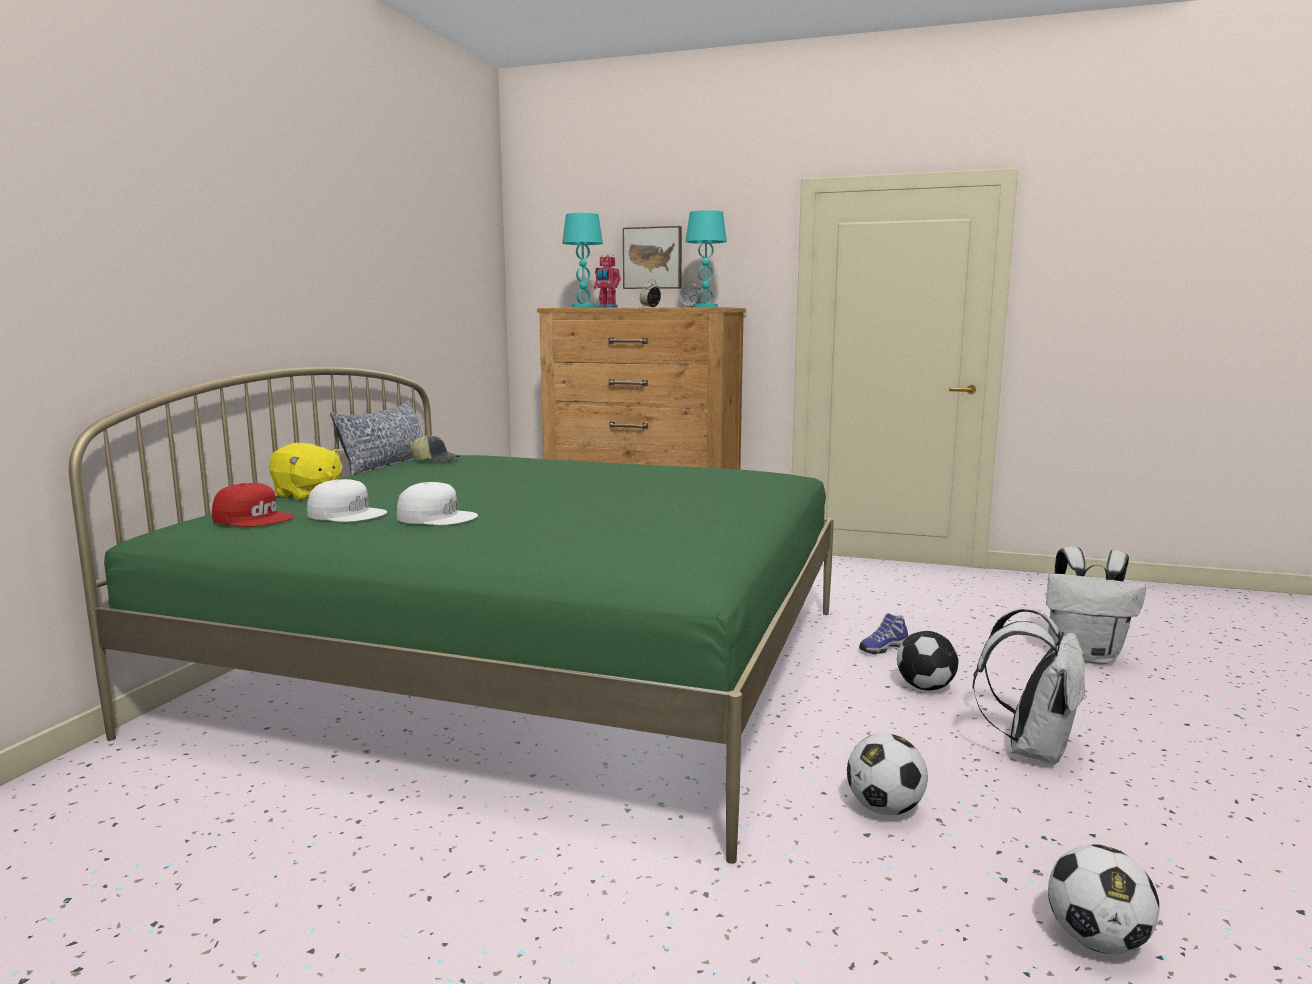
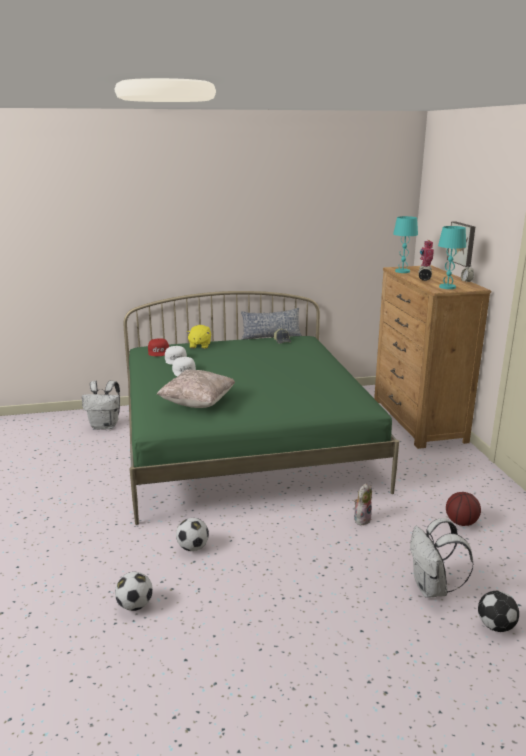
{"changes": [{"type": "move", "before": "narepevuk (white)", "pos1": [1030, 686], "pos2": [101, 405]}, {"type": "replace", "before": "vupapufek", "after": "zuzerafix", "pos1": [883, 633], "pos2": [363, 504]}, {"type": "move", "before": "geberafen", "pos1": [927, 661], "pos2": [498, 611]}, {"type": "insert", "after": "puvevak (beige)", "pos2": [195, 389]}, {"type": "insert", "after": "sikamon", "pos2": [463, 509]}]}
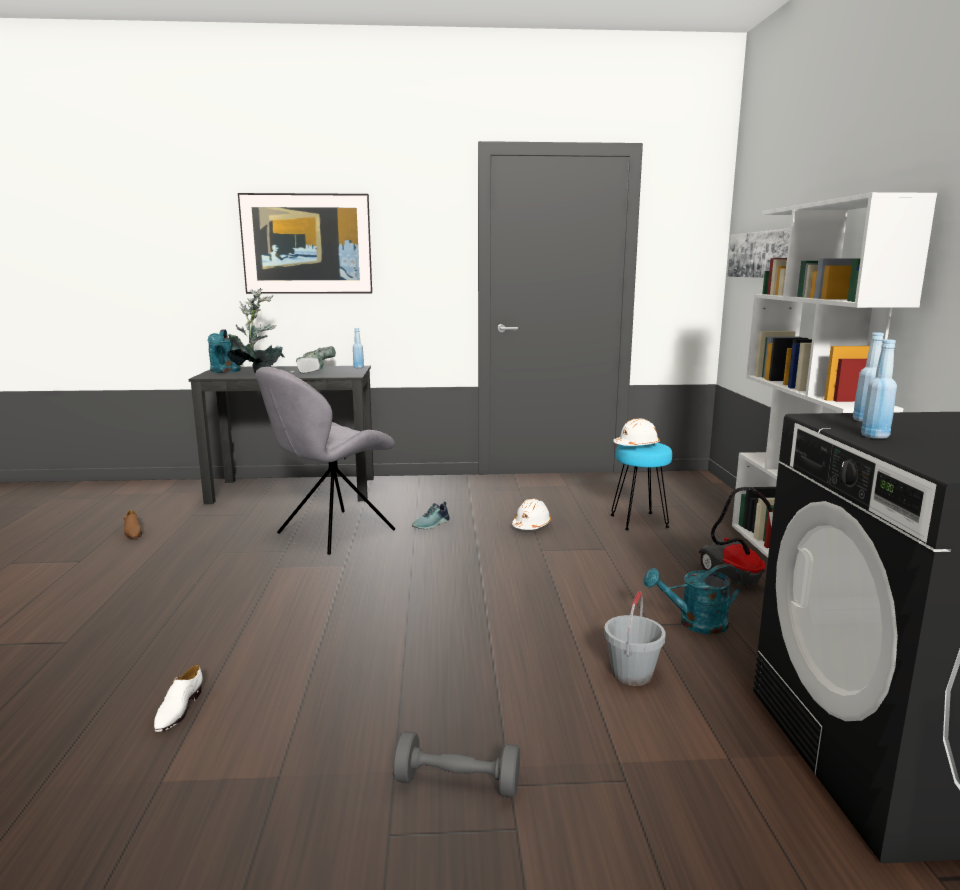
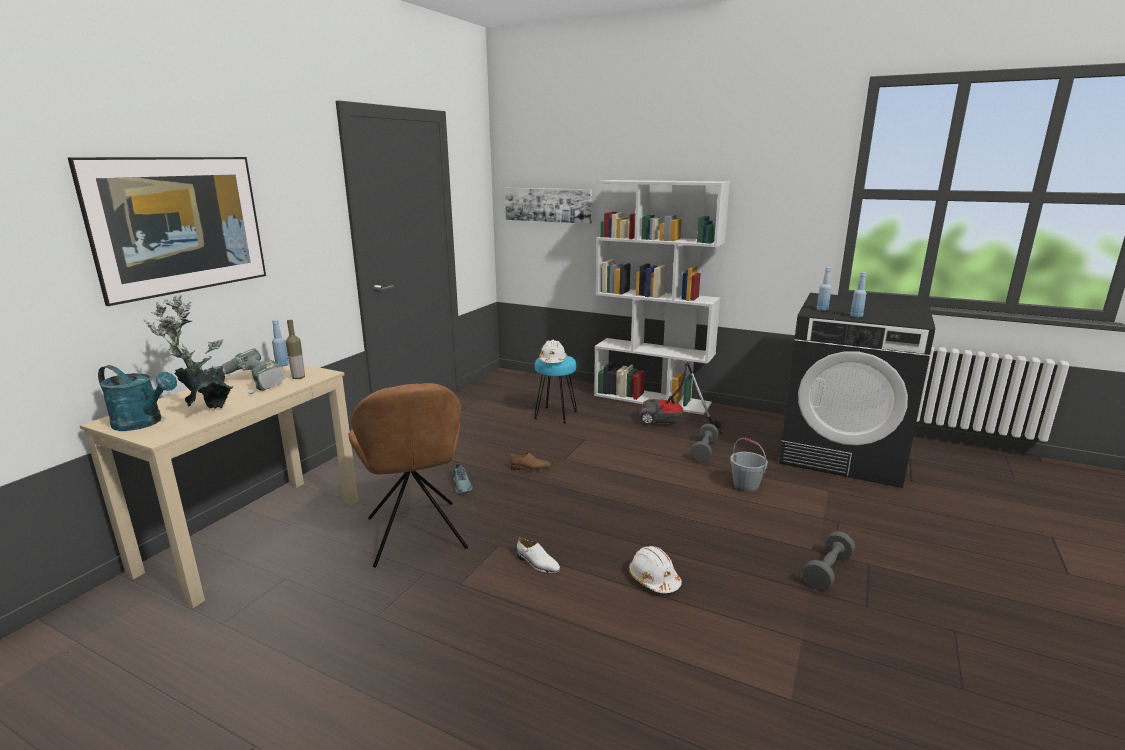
{"changes": [{"type": "recolor", "before": "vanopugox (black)", "after": "vanopugox (beige)", "pos1": [281, 435], "pos2": [219, 484]}, {"type": "recolor", "before": "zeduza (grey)", "after": "zeduza (brown)", "pos1": [325, 461], "pos2": [408, 475]}, {"type": "move", "before": "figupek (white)", "pos1": [531, 514], "pos2": [655, 569]}, {"type": "move", "before": "vupapufek (brown)", "pos1": [132, 524], "pos2": [530, 461]}, {"type": "replace", "before": "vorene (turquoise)", "after": "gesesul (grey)", "pos1": [693, 599], "pos2": [704, 443]}, {"type": "move", "before": "vupapufek (white)", "pos1": [178, 698], "pos2": [538, 555]}, {"type": "insert", "after": "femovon", "pos2": [295, 349]}]}
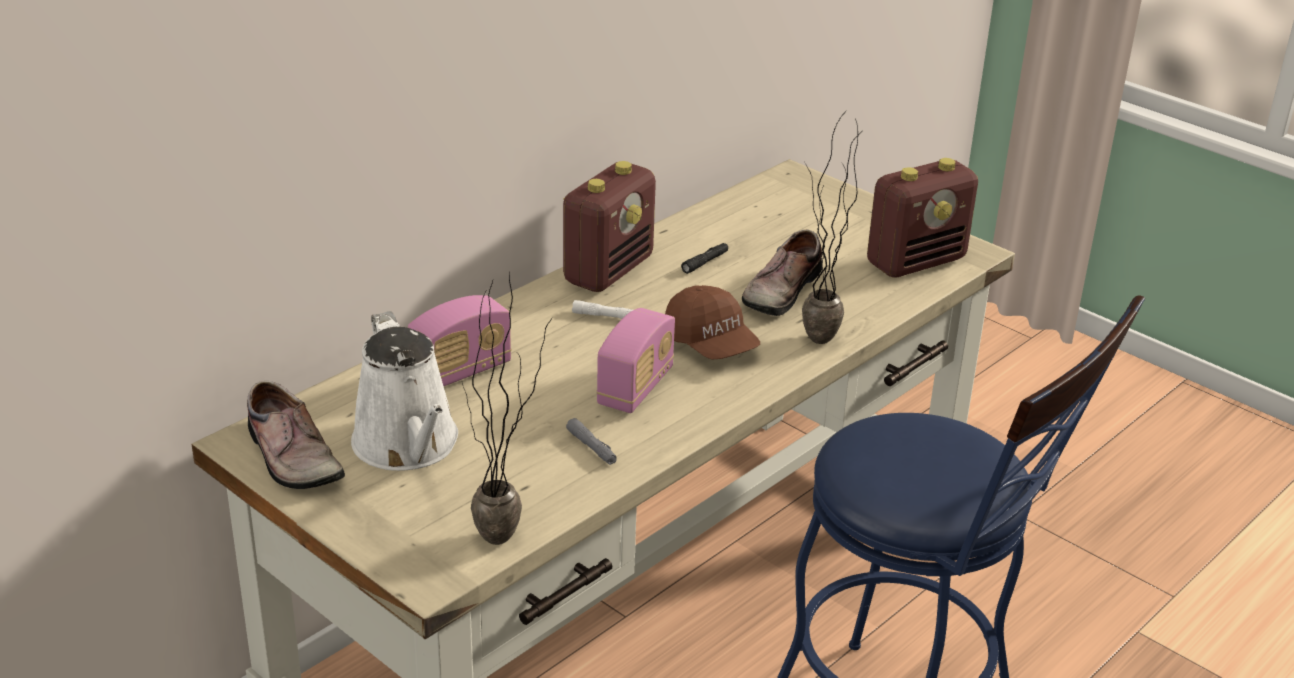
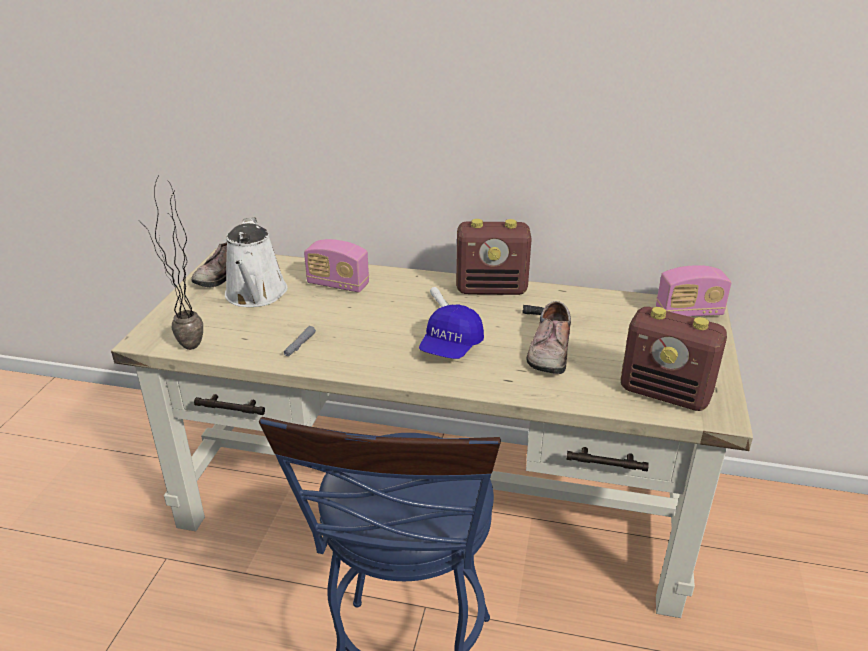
{"changes": [{"type": "delete", "before": "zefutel", "pos1": [831, 227]}, {"type": "rotate", "before": "vupapufek", "pos1": [782, 273], "pos2": [548, 337], "turn": -75}, {"type": "recolor", "before": "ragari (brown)", "after": "ragari (blue)", "pos1": [712, 322], "pos2": [451, 331]}, {"type": "move", "before": "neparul", "pos1": [635, 360], "pos2": [694, 291]}, {"type": "rotate", "before": "vorene (white)", "pos1": [404, 391], "pos2": [256, 262], "turn": -45}]}
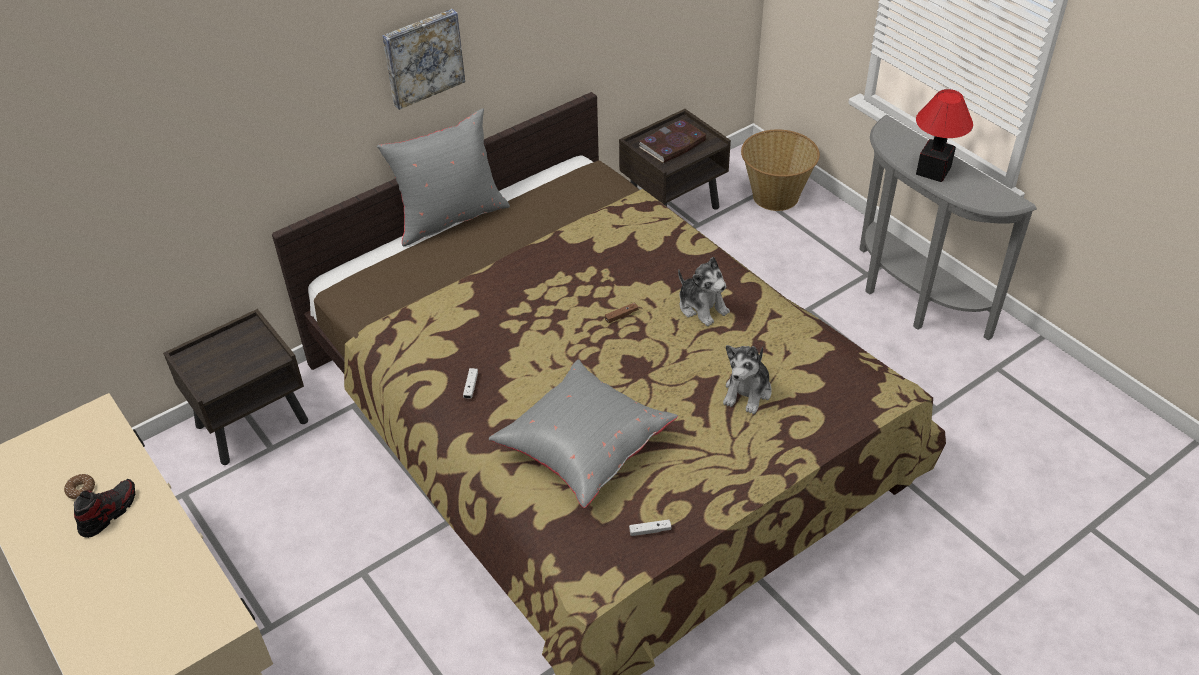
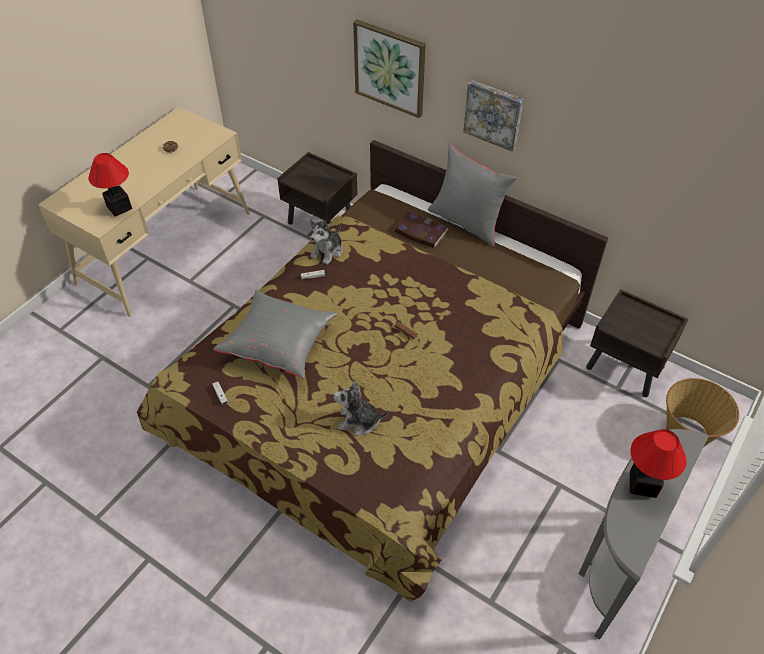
{"changes": [{"type": "move", "before": "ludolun", "pos1": [673, 141], "pos2": [421, 229]}, {"type": "move", "before": "zuzerafix", "pos1": [704, 291], "pos2": [326, 242]}, {"type": "delete", "before": "vupapufek", "pos1": [104, 508]}, {"type": "insert", "after": "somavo", "pos2": [389, 68]}, {"type": "insert", "after": "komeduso", "pos2": [110, 185]}]}
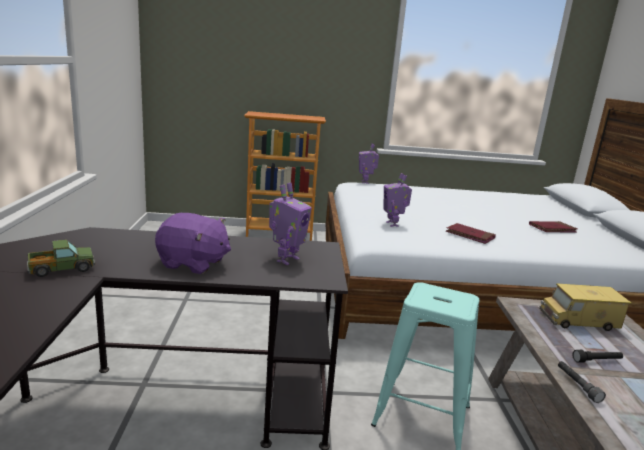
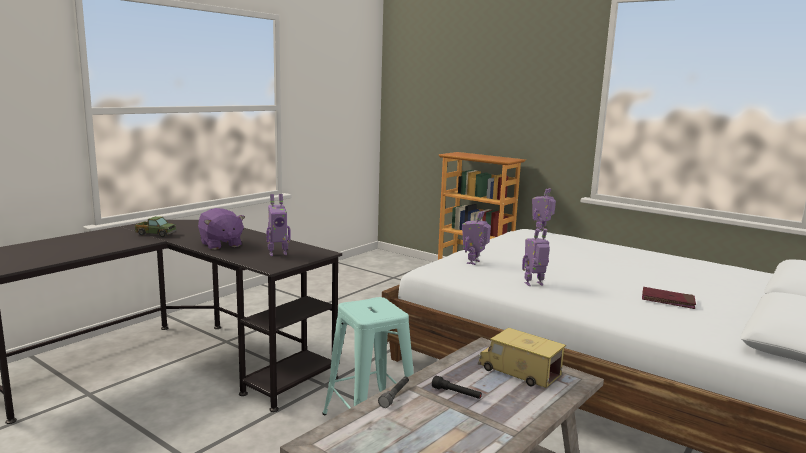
{"changes": [{"type": "replace", "before": "ludolun (red)", "after": "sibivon", "pos1": [471, 233], "pos2": [536, 257]}]}
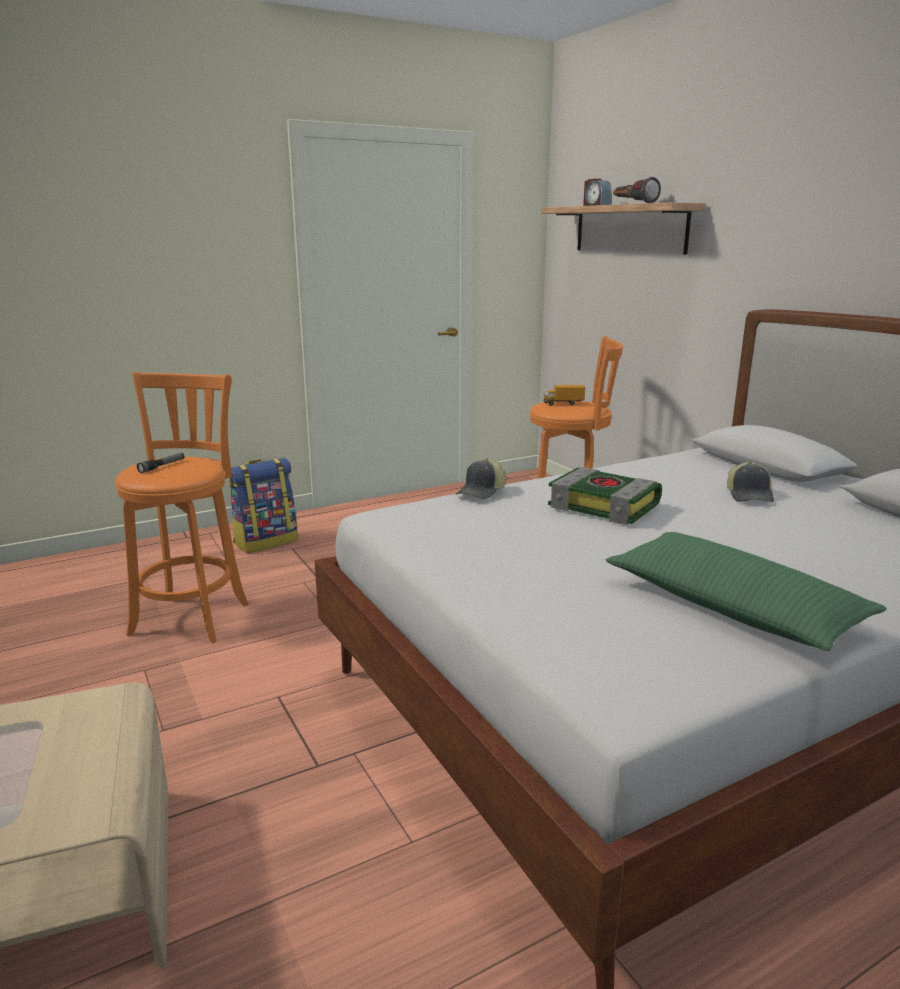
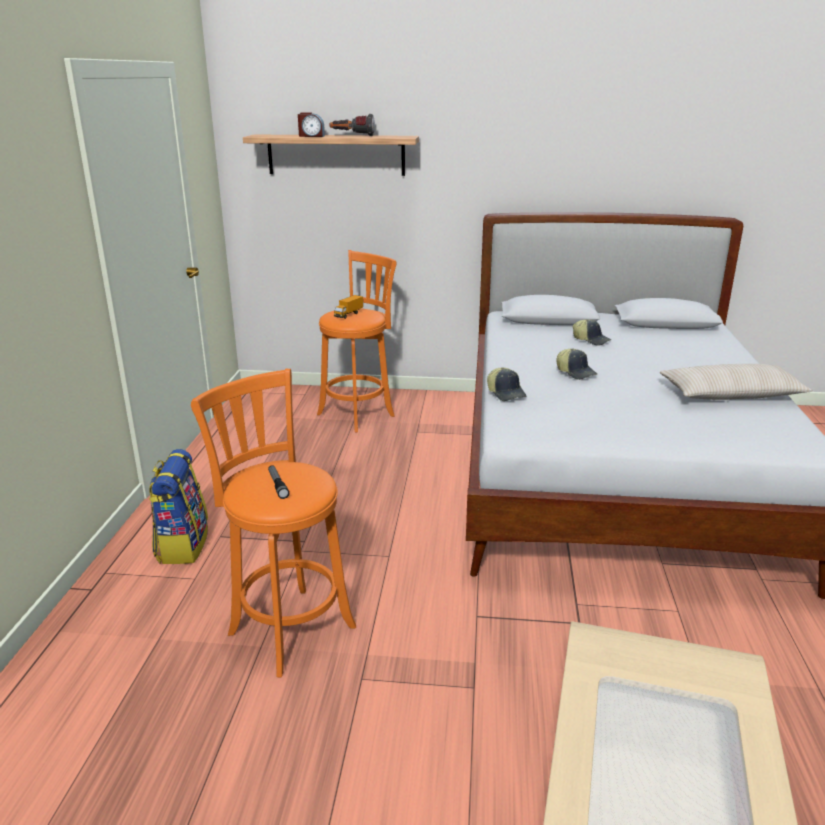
{"changes": [{"type": "replace", "before": "ludolun", "after": "ragari", "pos1": [605, 496], "pos2": [576, 364]}, {"type": "recolor", "before": "puvevak (green)", "after": "puvevak (beige)", "pos1": [746, 591], "pos2": [736, 382]}]}
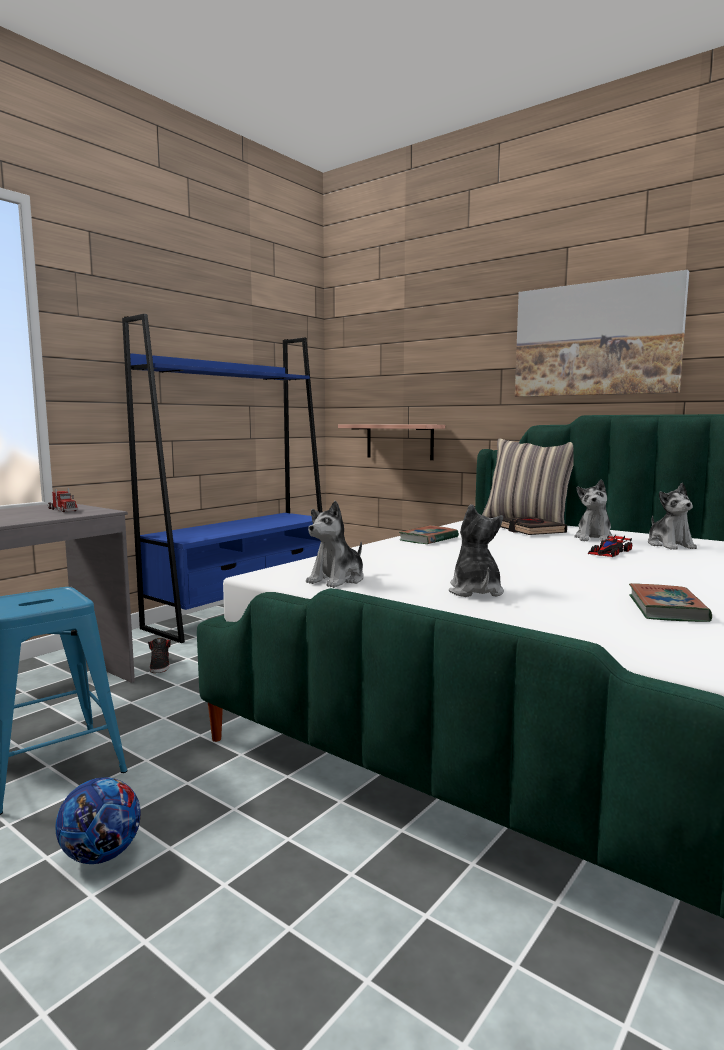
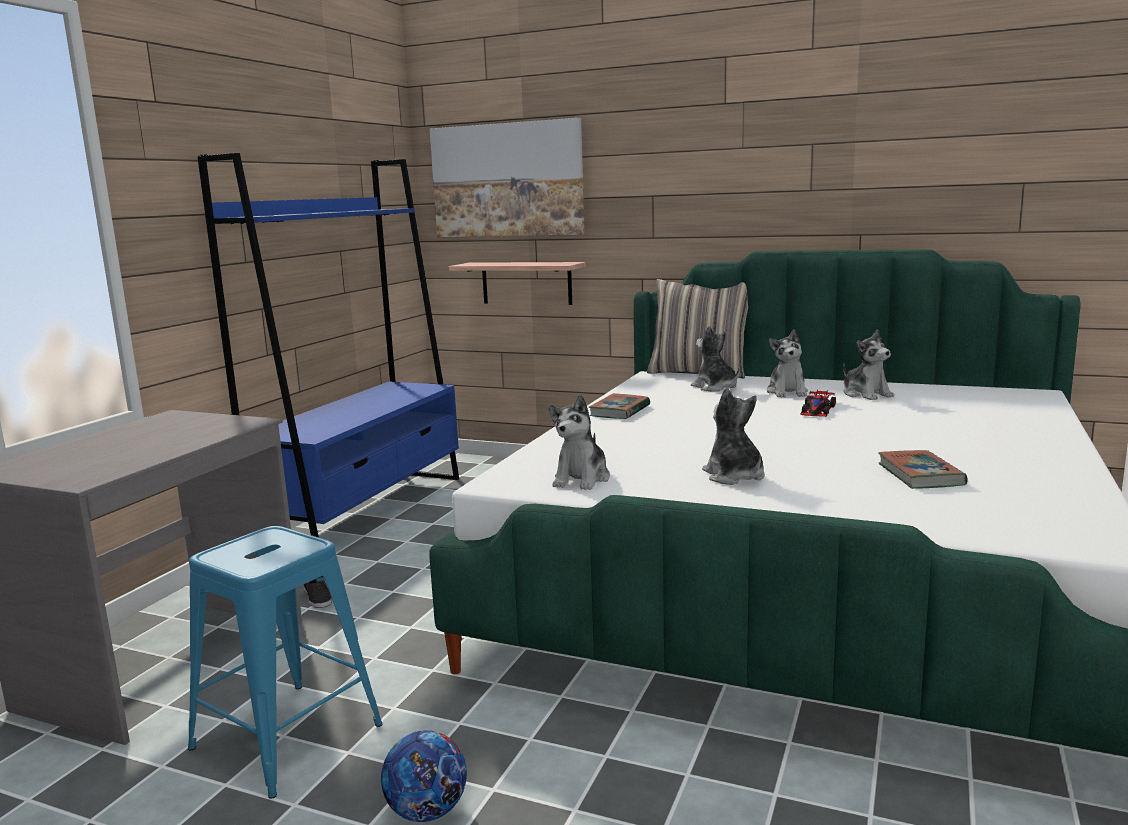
{"changes": [{"type": "move", "before": "somavo", "pos1": [602, 333], "pos2": [507, 177]}, {"type": "delete", "before": "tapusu", "pos1": [63, 500]}, {"type": "replace", "before": "ludolun (black)", "after": "zuzerafix", "pos1": [533, 526], "pos2": [715, 359]}]}
